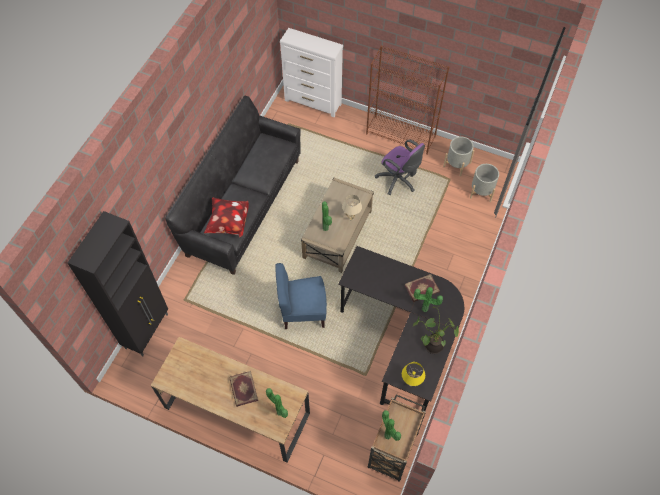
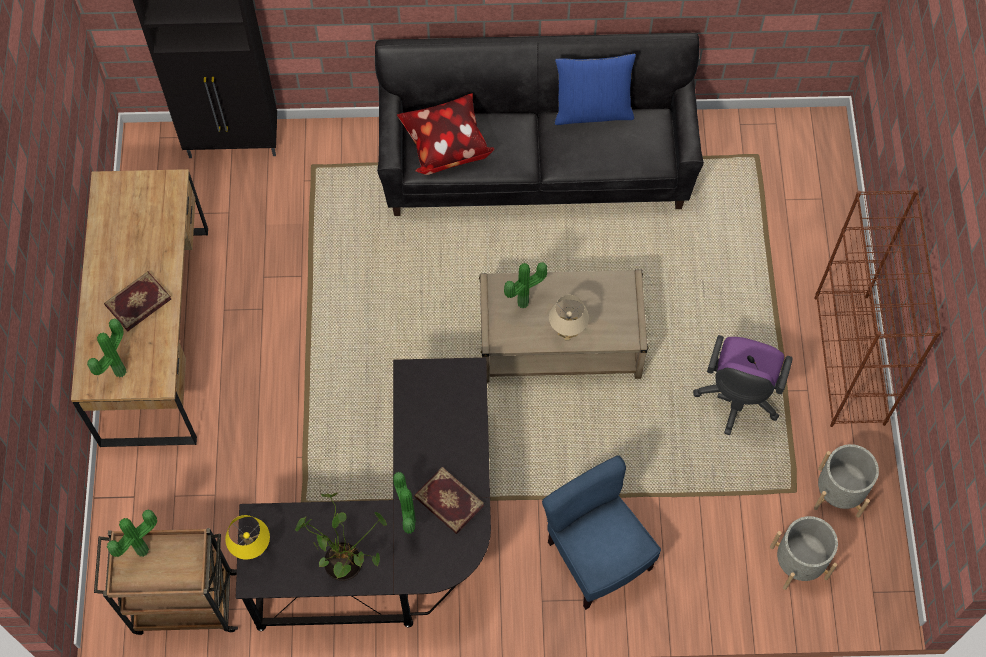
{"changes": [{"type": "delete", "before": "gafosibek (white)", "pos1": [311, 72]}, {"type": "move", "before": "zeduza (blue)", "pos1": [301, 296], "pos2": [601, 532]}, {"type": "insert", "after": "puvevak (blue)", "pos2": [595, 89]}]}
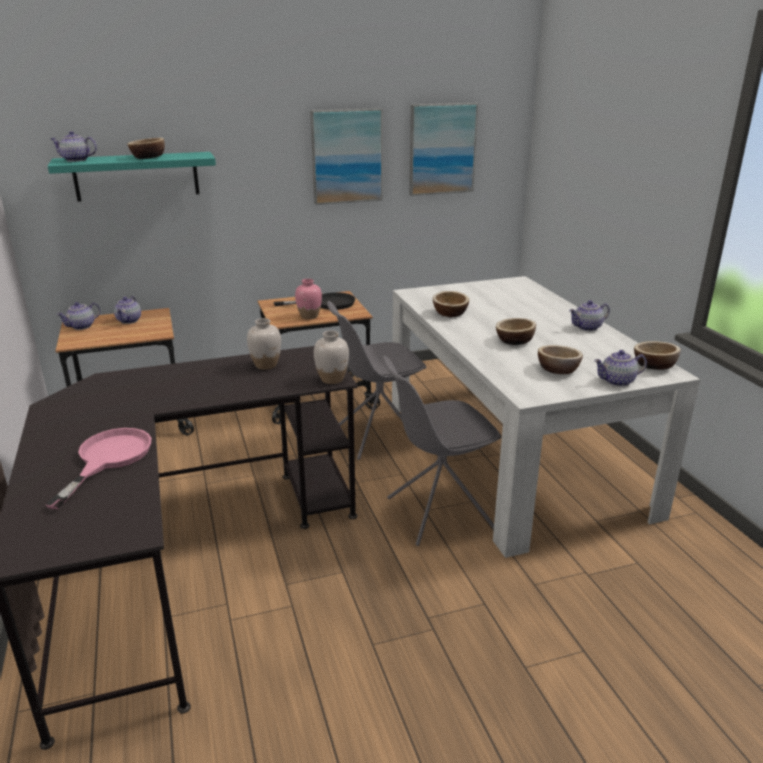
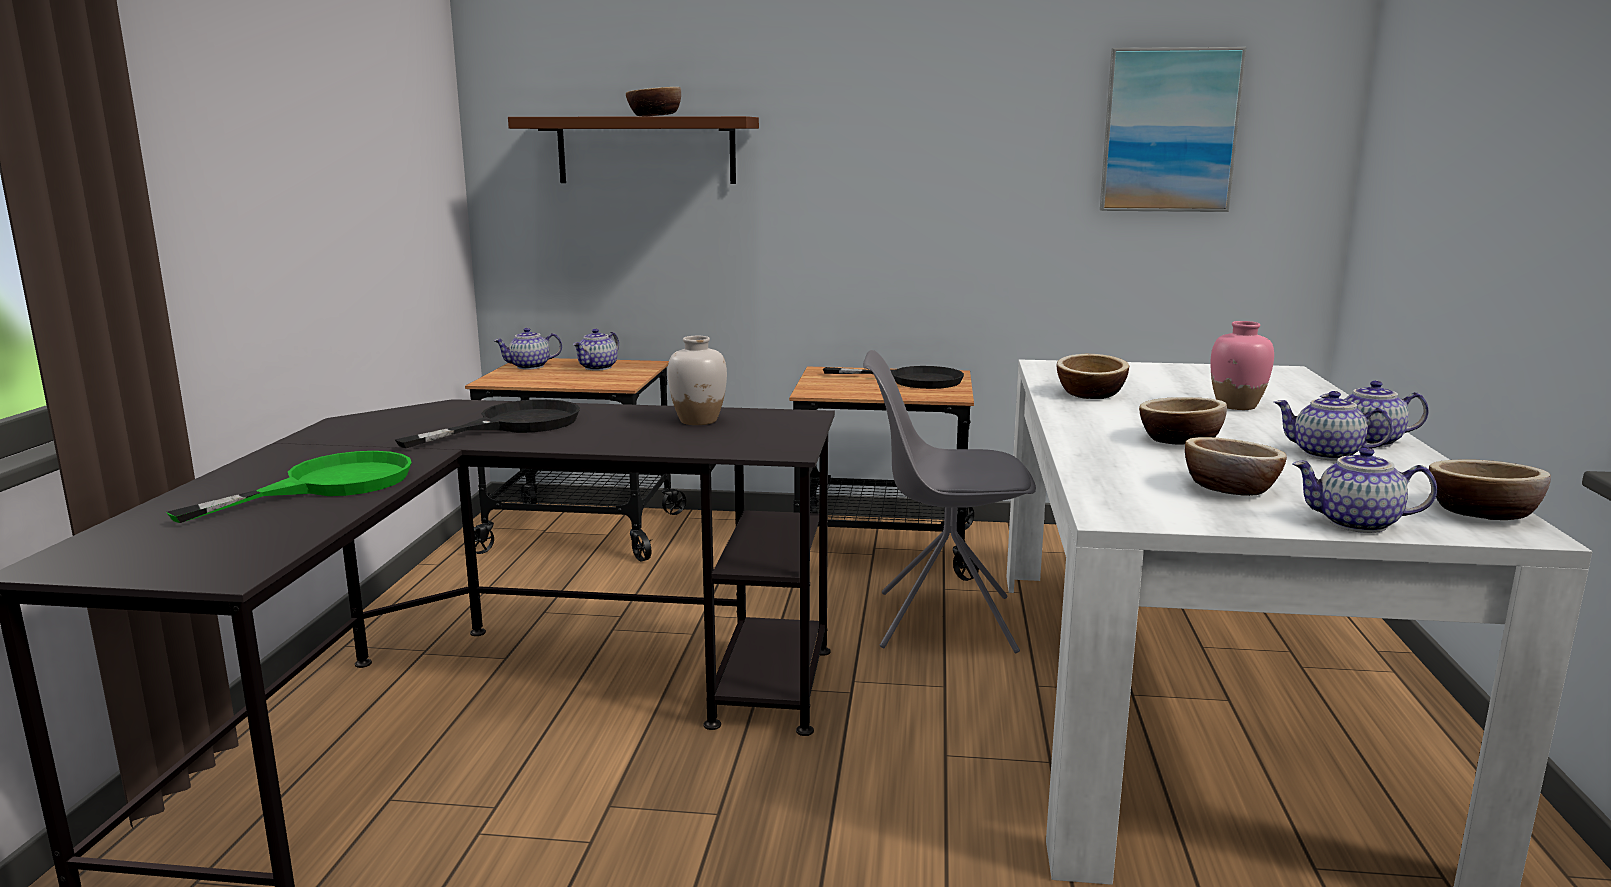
{"changes": [{"type": "delete", "before": "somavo", "pos1": [346, 156]}, {"type": "move", "before": "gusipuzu", "pos1": [74, 146], "pos2": [1333, 426]}, {"type": "recolor", "before": "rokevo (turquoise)", "after": "rokevo (brown)", "pos1": [132, 177], "pos2": [633, 150]}, {"type": "move", "before": "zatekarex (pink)", "pos1": [308, 299], "pos2": [1242, 365]}, {"type": "delete", "before": "zatekarex (white)", "pos1": [331, 357]}, {"type": "delete", "before": "zeduza (grey)", "pos1": [441, 451]}, {"type": "recolor", "before": "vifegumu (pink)", "after": "vifegumu (green)", "pos1": [98, 468], "pos2": [289, 487]}, {"type": "insert", "after": "vifegumu (black)", "pos2": [487, 423]}]}
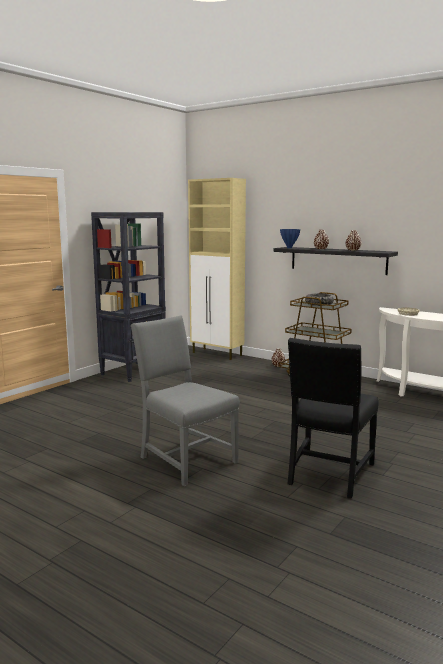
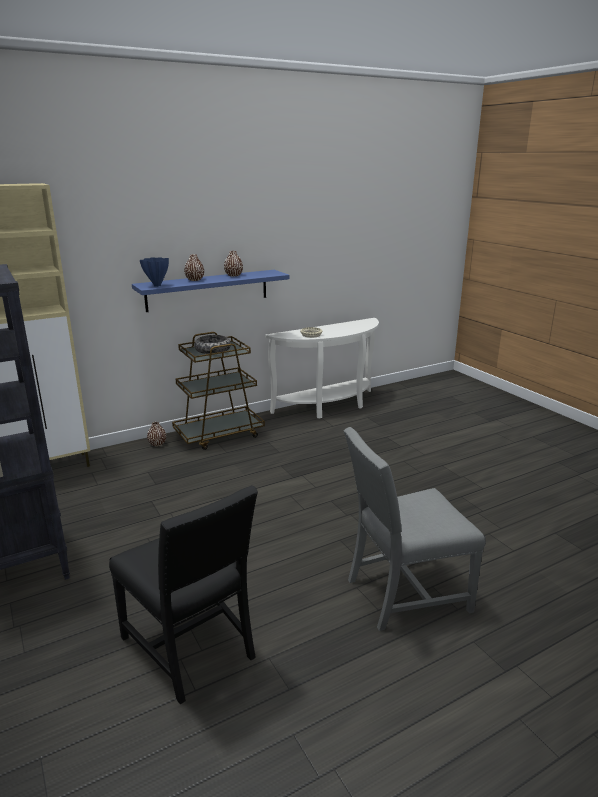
{"changes": [{"type": "recolor", "before": "rokevo (black)", "after": "rokevo (blue)", "pos1": [335, 261], "pos2": [210, 291]}, {"type": "move", "before": "zeduza (black)", "pos1": [333, 418], "pos2": [183, 594]}]}
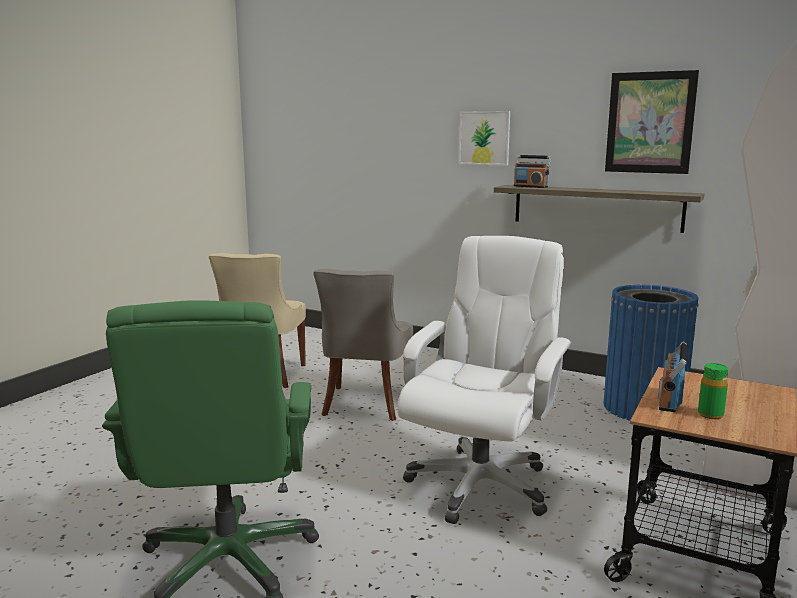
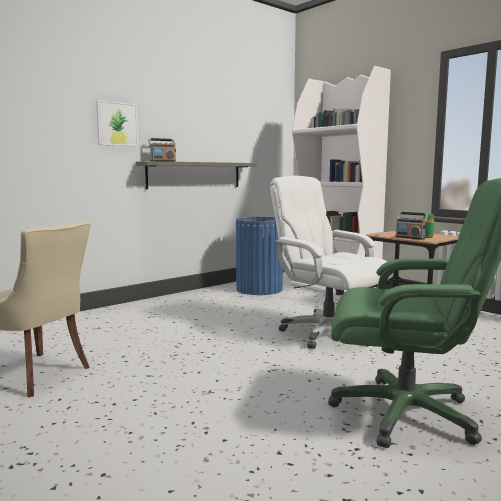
{"changes": [{"type": "delete", "before": "somavo", "pos1": [652, 122]}, {"type": "delete", "before": "zeduza (grey)", "pos1": [363, 345]}]}
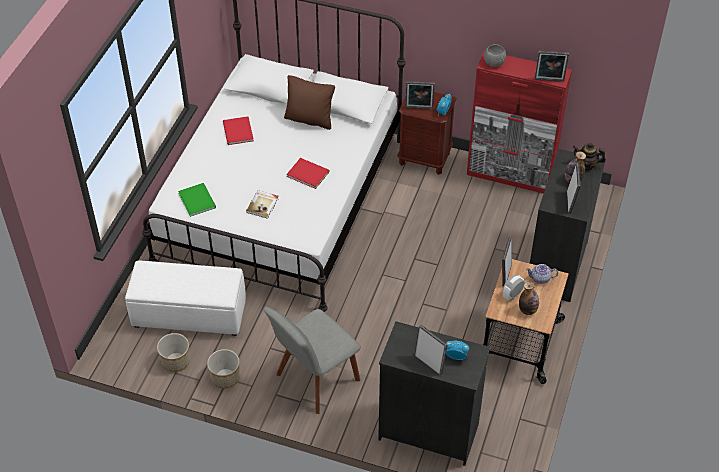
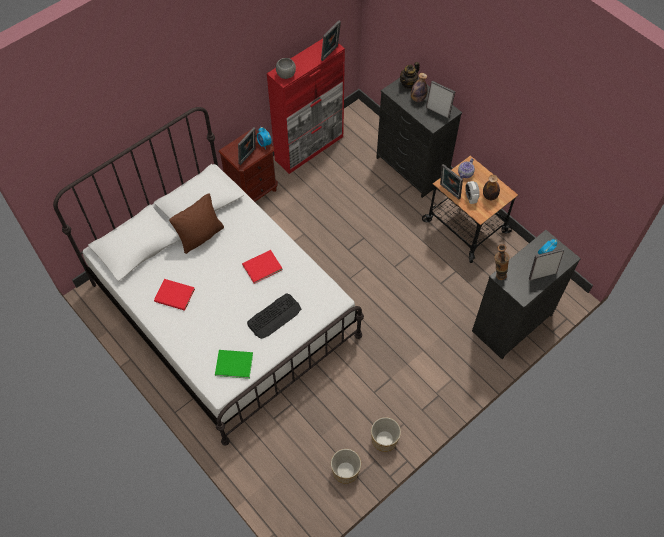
{"changes": [{"type": "replace", "before": "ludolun", "after": "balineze", "pos1": [262, 204], "pos2": [274, 316]}, {"type": "delete", "before": "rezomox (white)", "pos1": [185, 298]}, {"type": "delete", "before": "zeduza (grey)", "pos1": [312, 360]}, {"type": "insert", "after": "zatekarex", "pos2": [501, 262]}]}
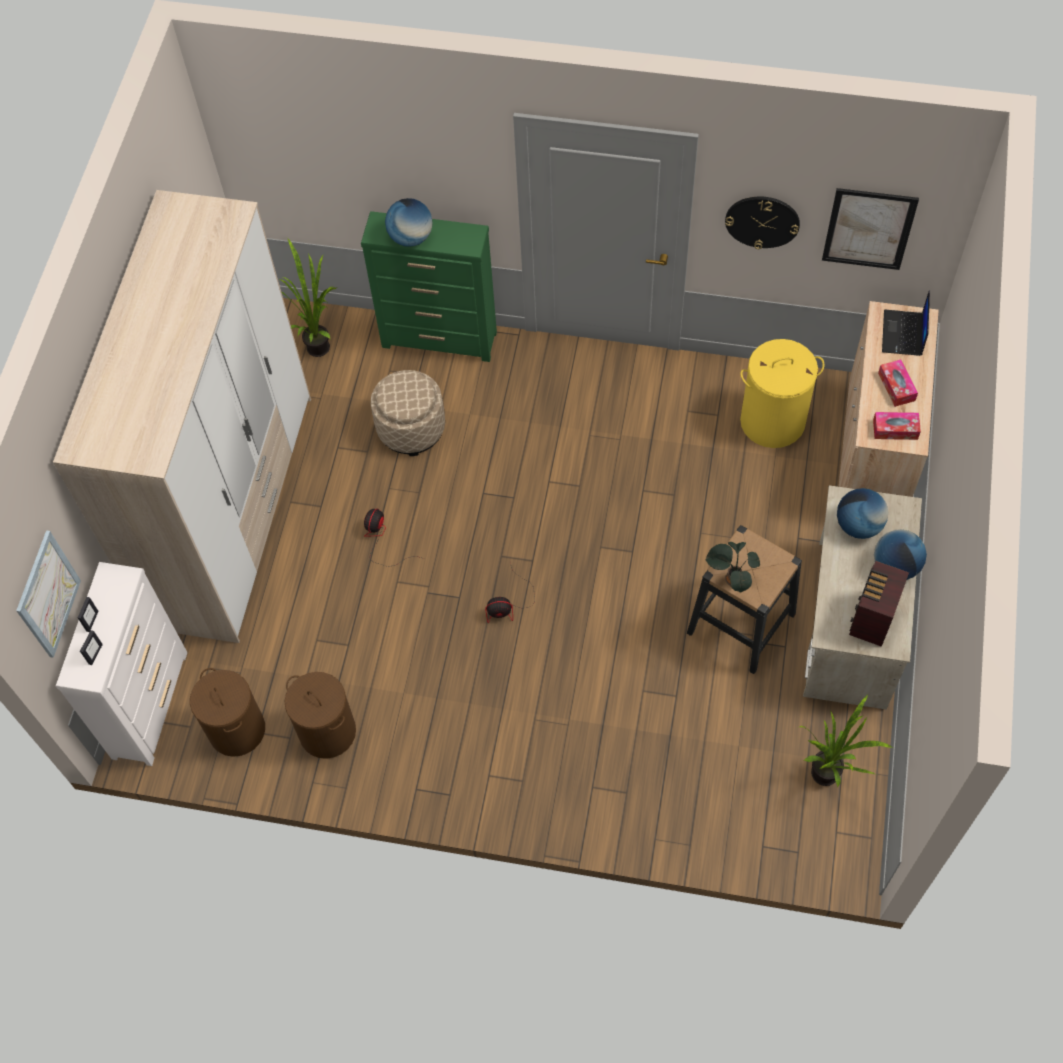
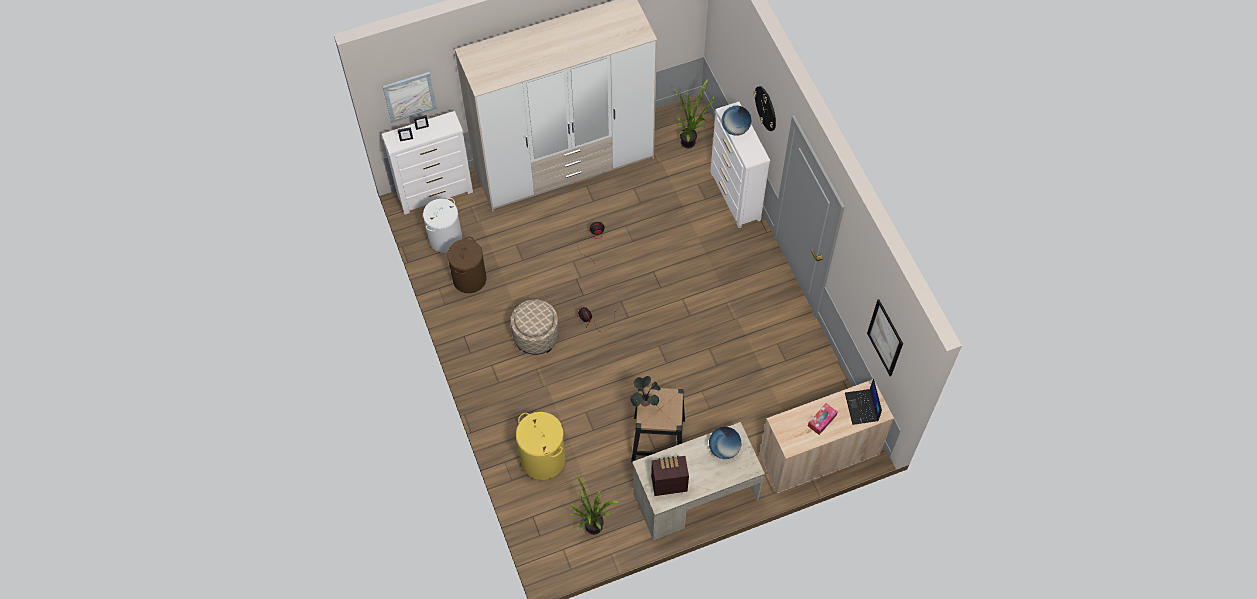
{"changes": [{"type": "move", "before": "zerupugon", "pos1": [762, 223], "pos2": [764, 108]}, {"type": "recolor", "before": "gafosibek (green)", "after": "gafosibek (white)", "pos1": [429, 286], "pos2": [740, 165]}, {"type": "rotate", "before": "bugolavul", "pos1": [906, 323], "pos2": [863, 401], "turn": -75}, {"type": "move", "before": "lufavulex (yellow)", "pos1": [782, 393], "pos2": [540, 446]}, {"type": "move", "before": "rezomox (beige)", "pos1": [408, 413], "pos2": [535, 327]}, {"type": "delete", "before": "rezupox", "pos1": [897, 426]}, {"type": "delete", "before": "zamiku", "pos1": [900, 554]}, {"type": "recolor", "before": "lufavulex (brown)", "after": "lufavulex (white)", "pos1": [227, 712], "pos2": [442, 225]}]}
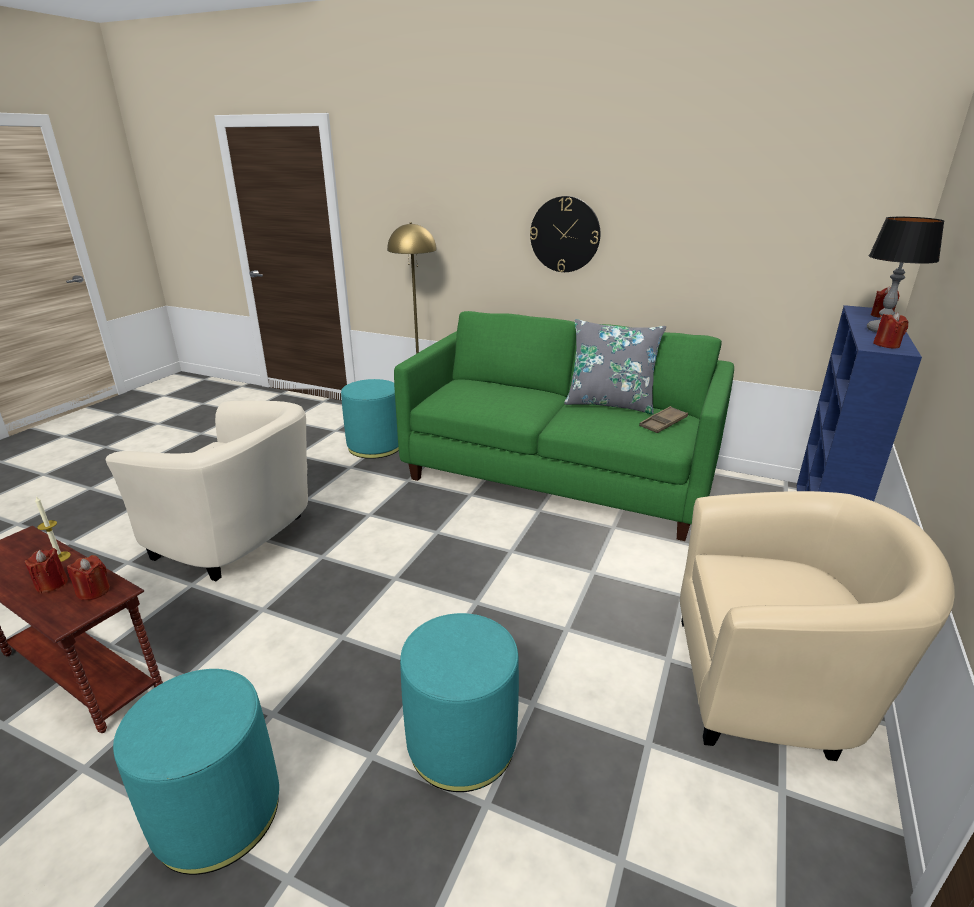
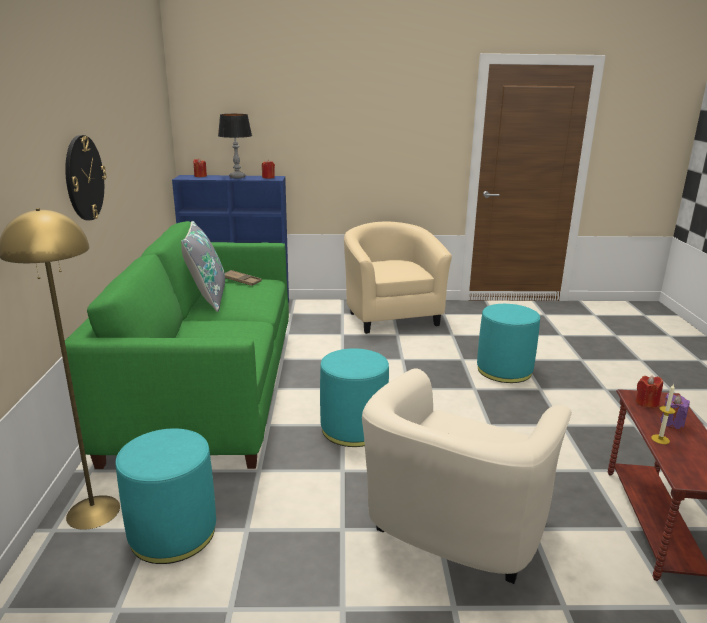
{"changes": [{"type": "rotate", "before": "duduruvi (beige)", "pos1": [207, 491], "pos2": [467, 476], "turn": -150}, {"type": "recolor", "before": "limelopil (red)", "after": "limelopil (purple)", "pos1": [46, 571], "pos2": [675, 411]}, {"type": "move", "before": "rezomox (turquoise)", "pos1": [196, 772], "pos2": [354, 397]}]}
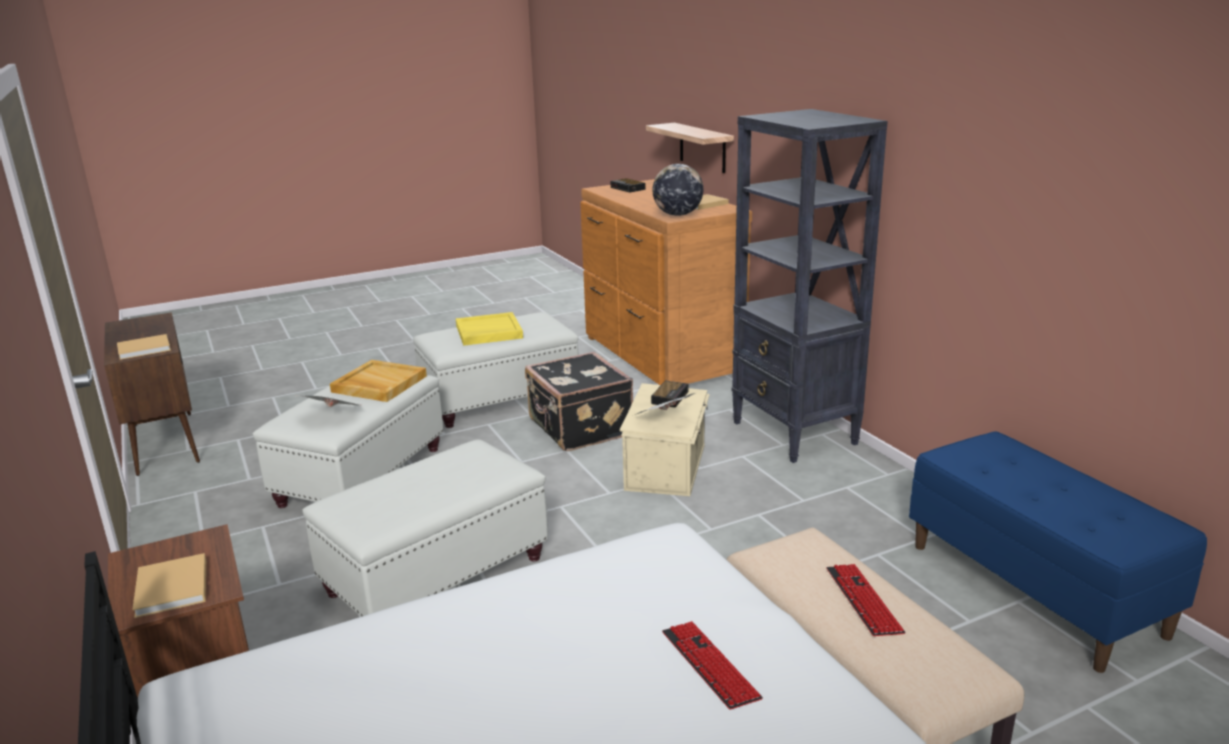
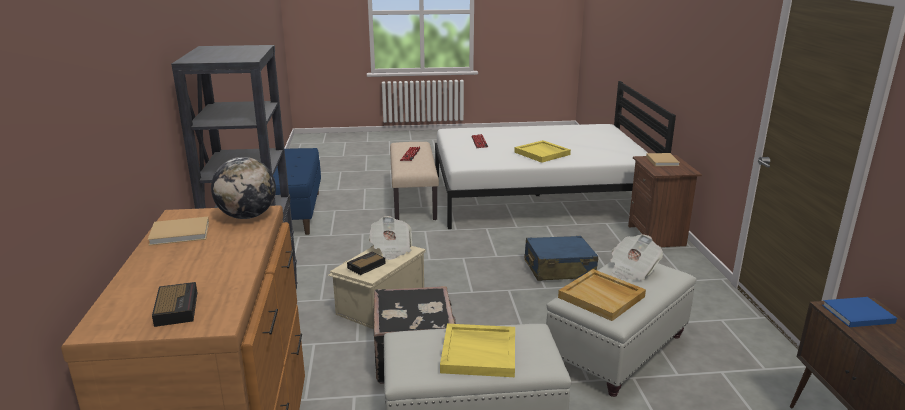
{"changes": [{"type": "delete", "before": "rokevo", "pos1": [690, 148]}, {"type": "recolor", "before": "ludolun (beige)", "after": "ludolun (blue)", "pos1": [144, 347], "pos2": [859, 312]}, {"type": "replace", "before": "rezomox (white)", "after": "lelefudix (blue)", "pos1": [425, 528], "pos2": [561, 258]}, {"type": "insert", "after": "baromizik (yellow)", "pos2": [542, 151]}]}
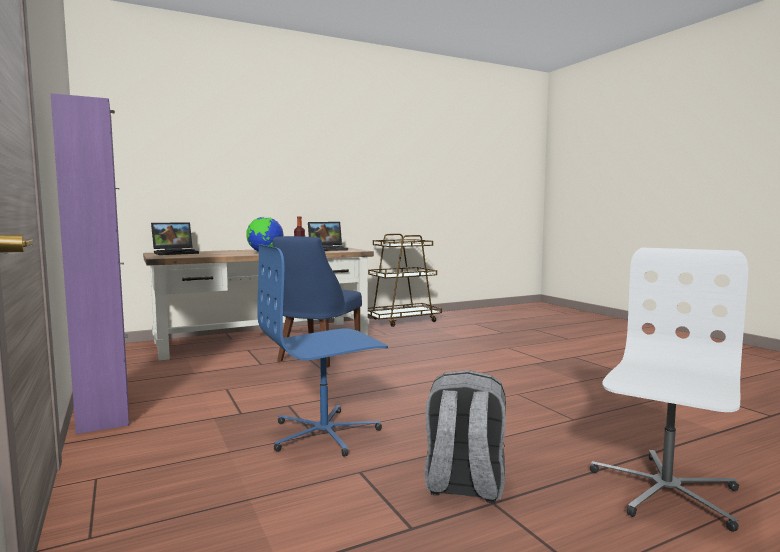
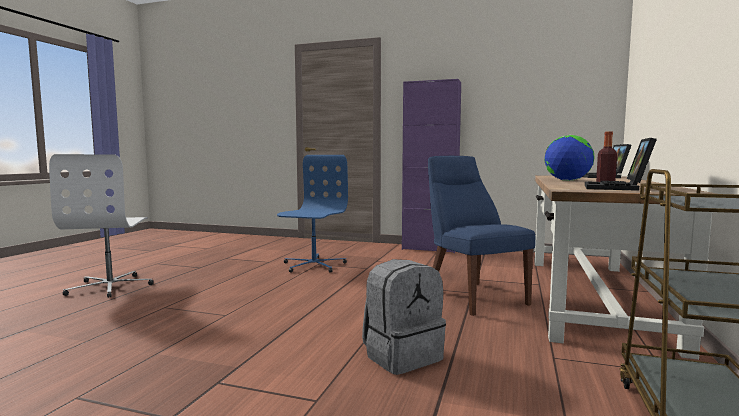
{"changes": [{"type": "move", "before": "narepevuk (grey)", "pos1": [465, 436], "pos2": [404, 317]}]}
